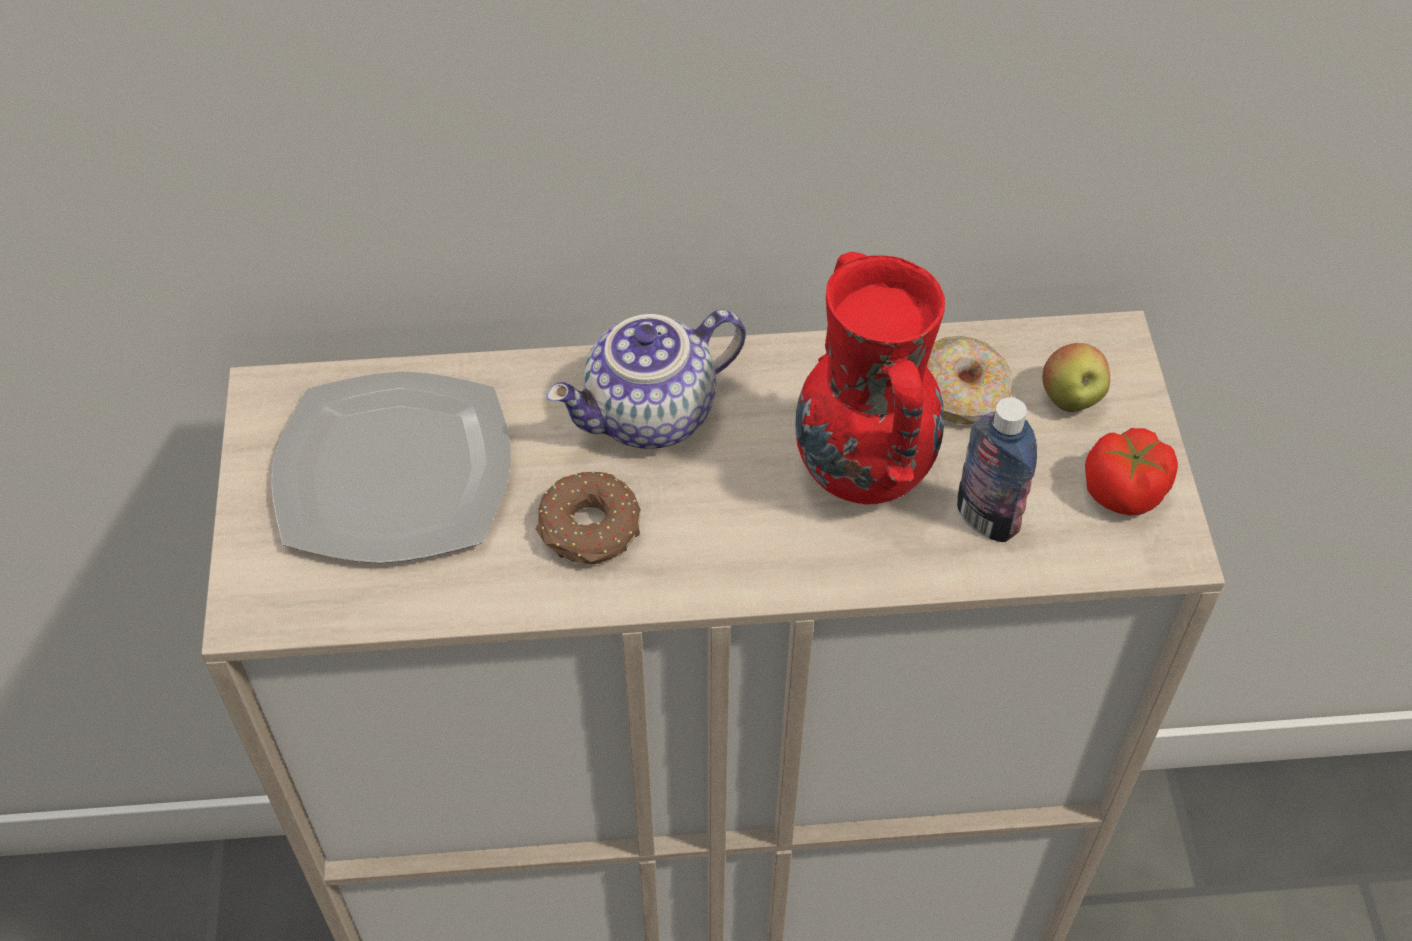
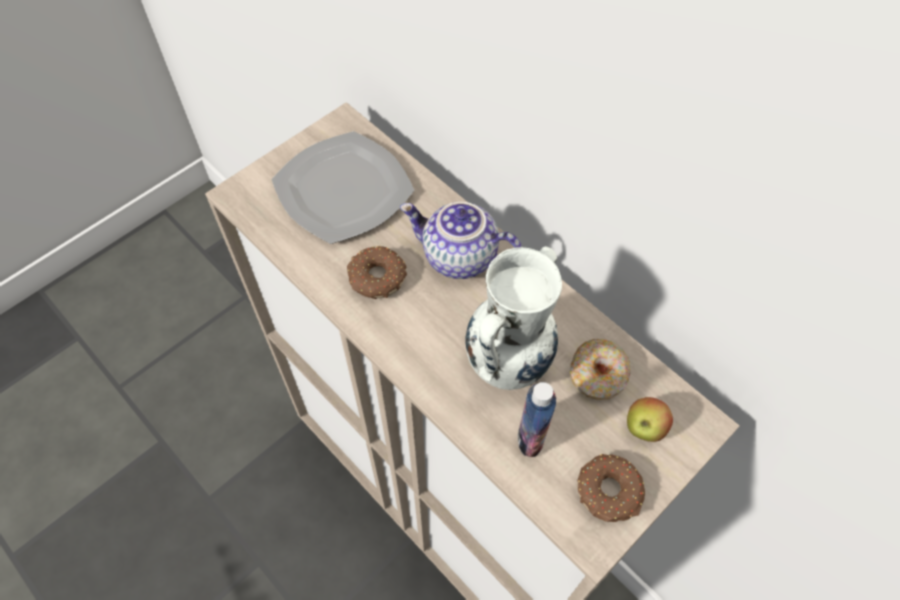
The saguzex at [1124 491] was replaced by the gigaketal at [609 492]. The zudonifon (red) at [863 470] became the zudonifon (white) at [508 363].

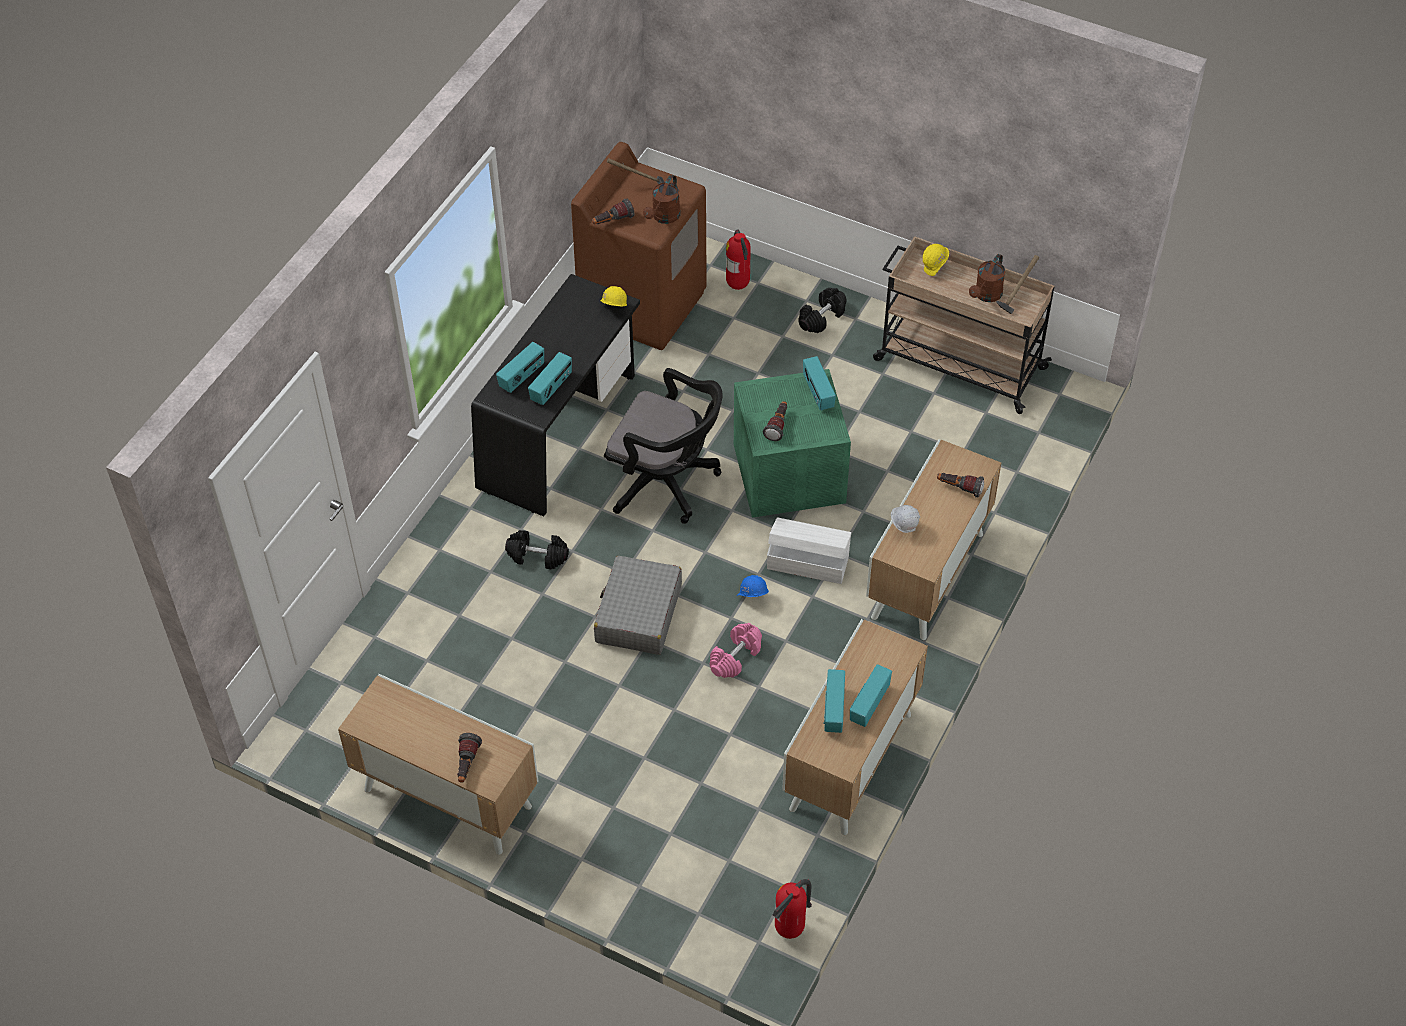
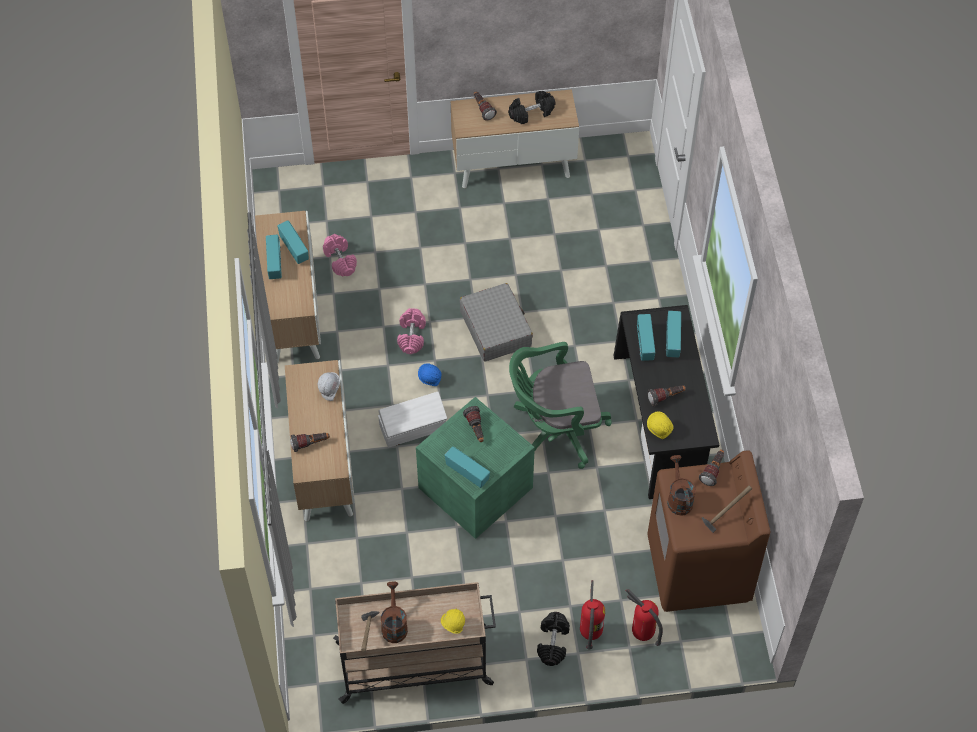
The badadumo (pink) at [340 261] appeared. The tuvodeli at [666 397] appeared. The badadumo (black) moved from [537 556] to [531 113]. The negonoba moved from [790 930] to [590 632]. The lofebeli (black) at [666 483] became the lofebeli (green) at [554 429].

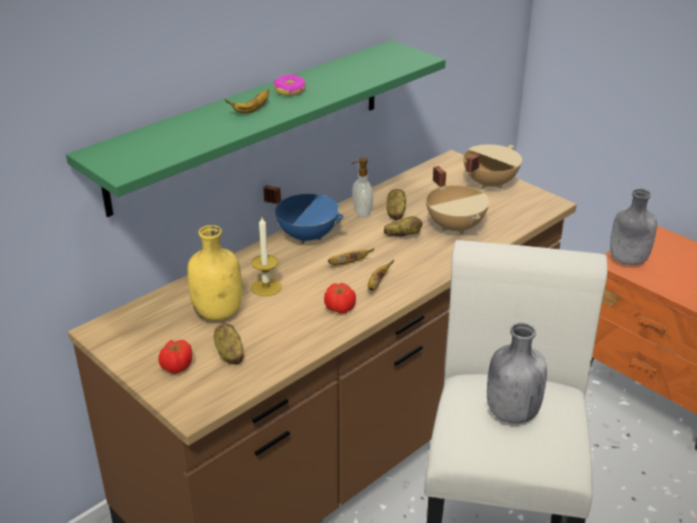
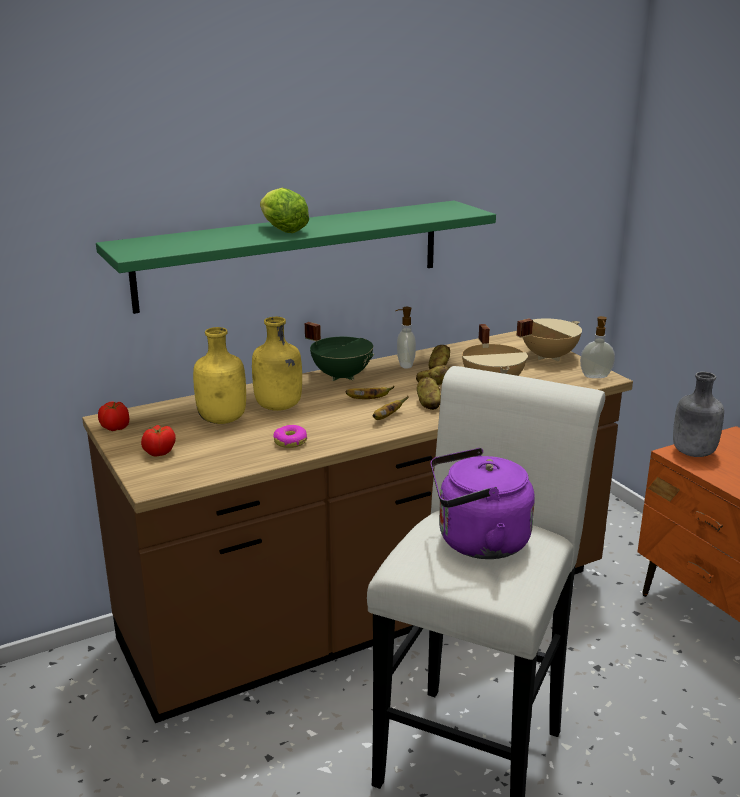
The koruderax at [596 377] appeared. The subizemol moved from [229 354] to [428 404]. The gigaketal moved from [289 90] to [290 442]. The saguzex moved from [340 309] to [115 428]. The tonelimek at [251 110] was replaced by the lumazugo at [281 230]. The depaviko at [266 287] was replaced by the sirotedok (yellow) at [279 407]. The sirotedok (grey) at [510 412] was replaced by the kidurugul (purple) at [477 542]. The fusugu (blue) at [307 235] became the fusugu (green) at [342 376].

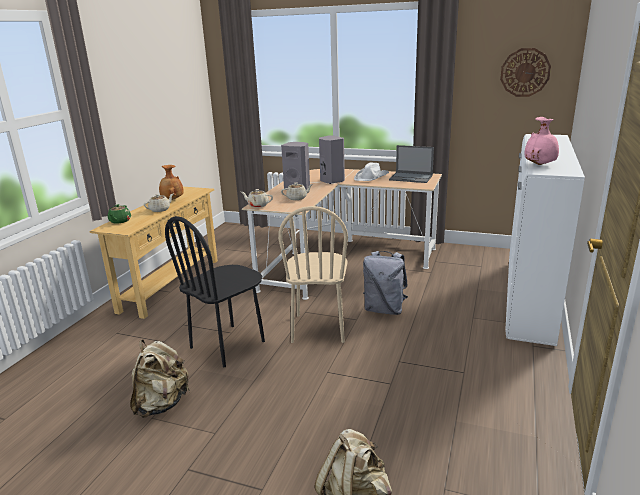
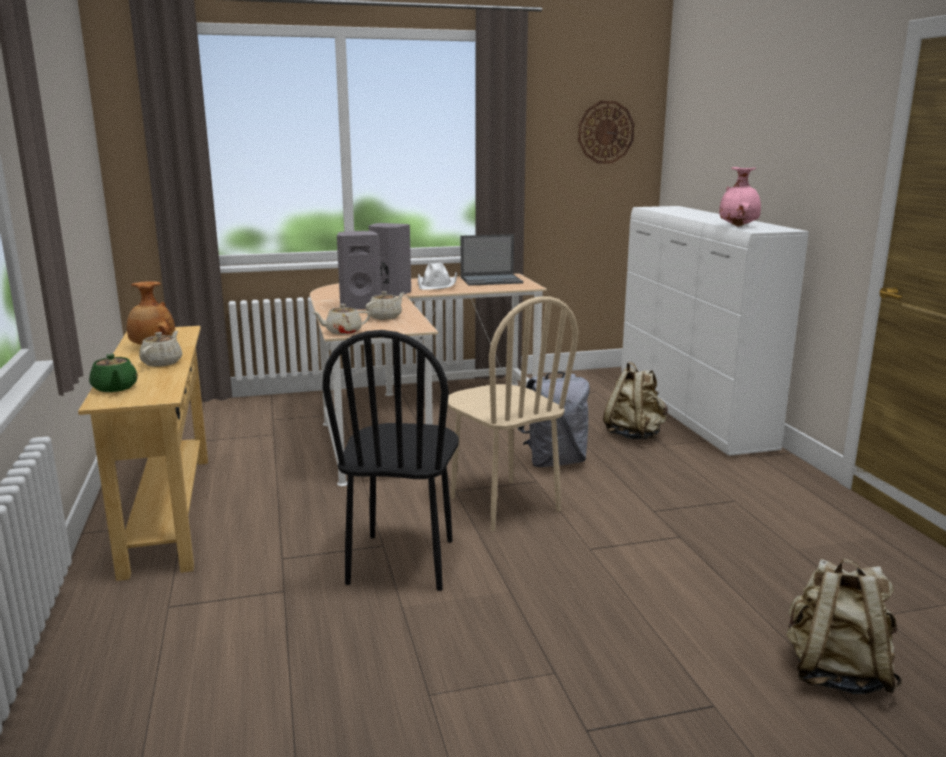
The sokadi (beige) moved from [162 404] to [634 435].

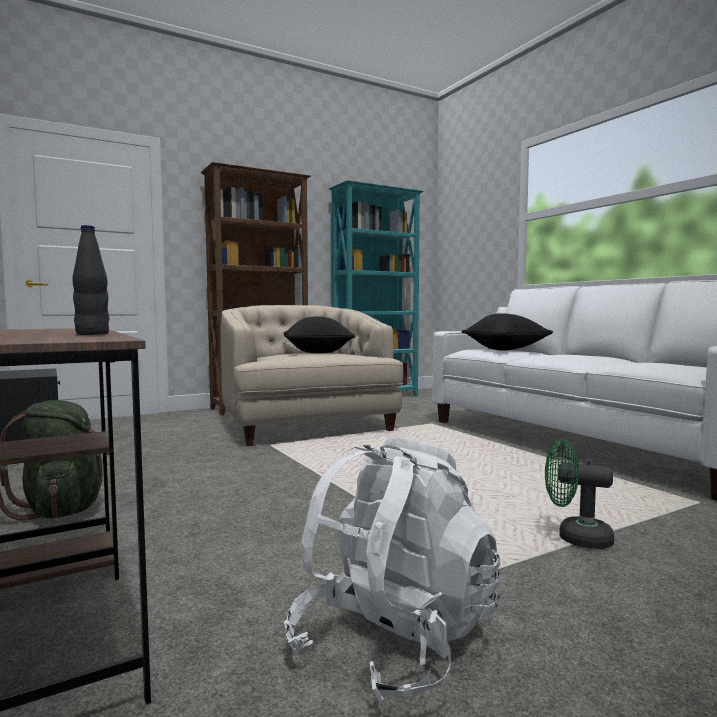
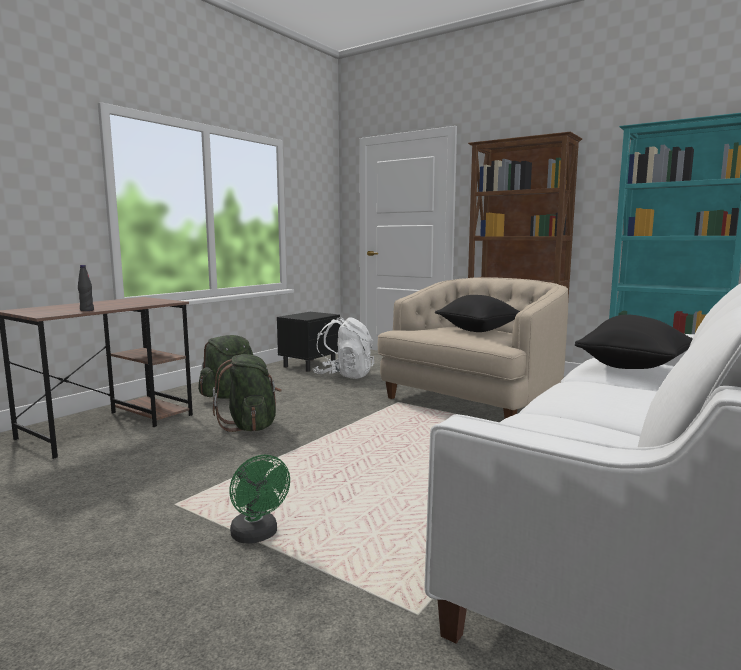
The sokadi (green) at [250 426] appeared. The sokadi (white) moved from [394 642] to [344 375]. The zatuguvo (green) at [575 538] turned 150 degrees clockwise.

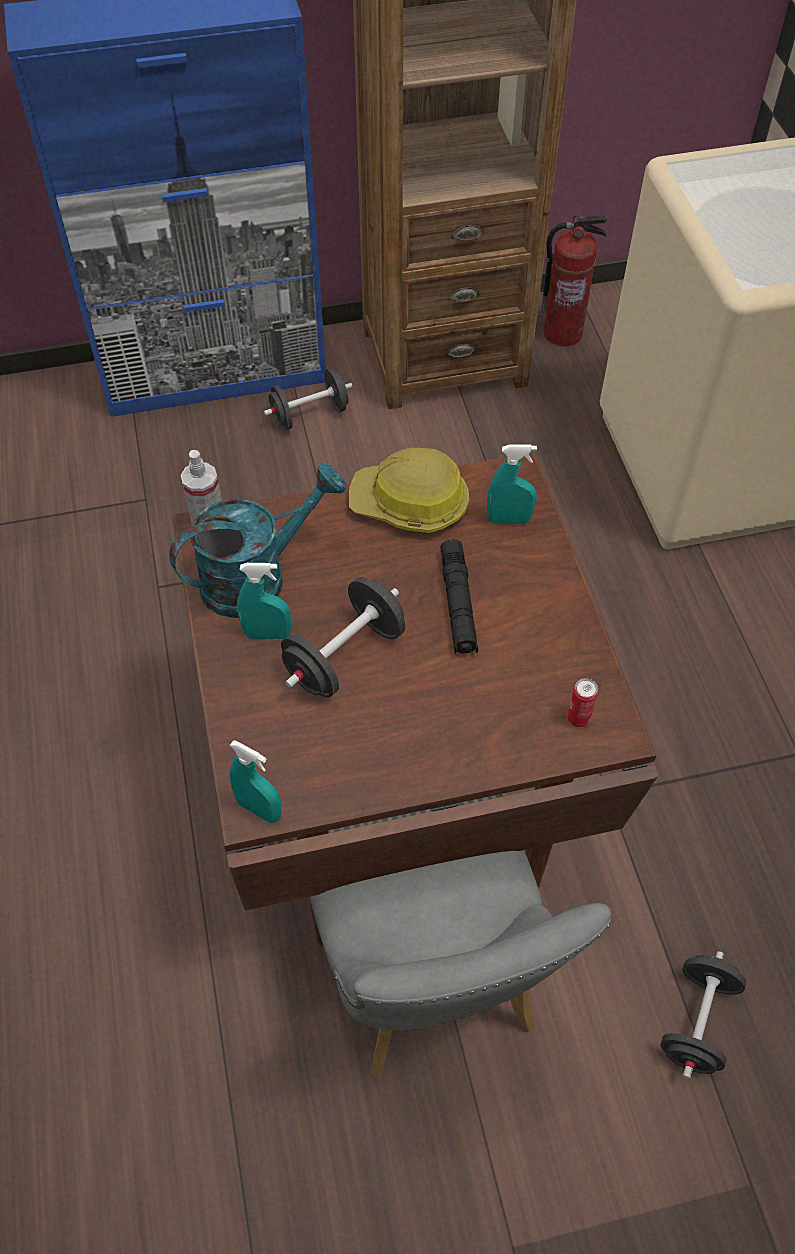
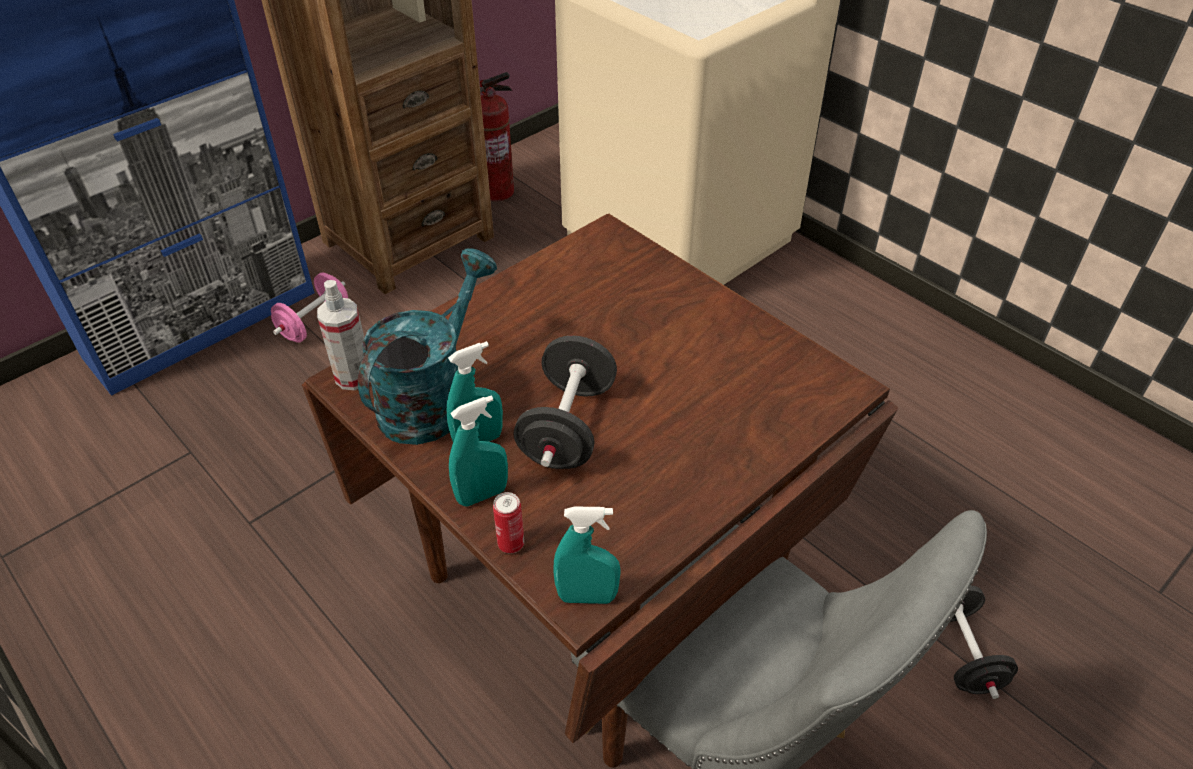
The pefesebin at [410 504] disappeared. The tuvodeli (black) at [458 604] disappeared. The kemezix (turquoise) moved from [509 520] to [482 495]. The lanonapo moved from [578 718] to [511 544]. The badadumo (black) at [309 415] became the badadumo (pink) at [314 323].

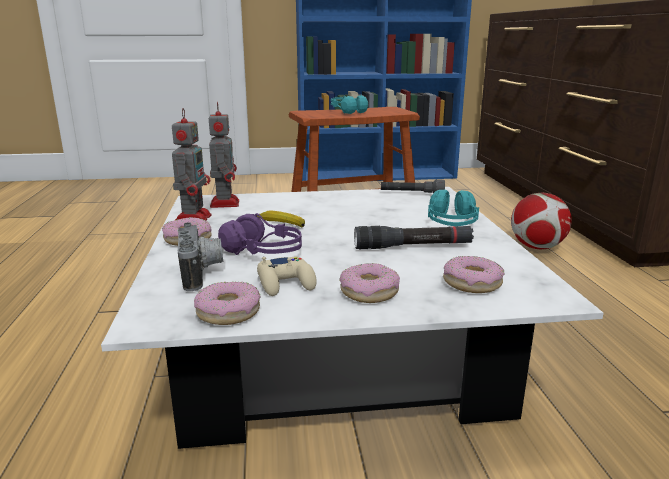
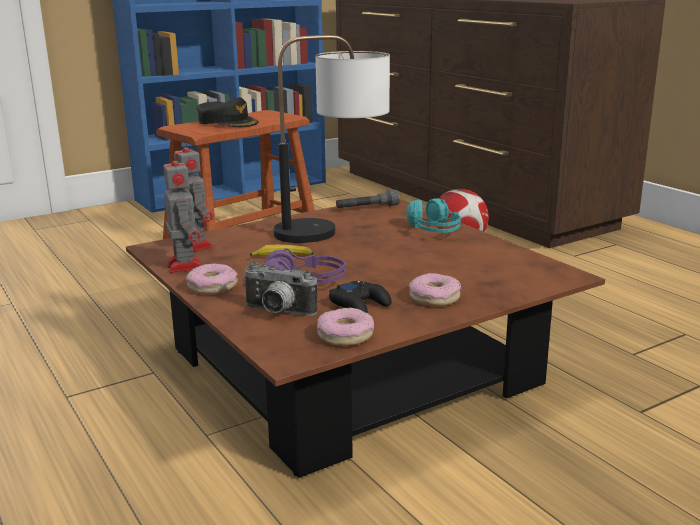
The tuvodeli (black) at [413 246] disappeared. The gigaketal at [472 283] disappeared. The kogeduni at [334 230] appeared. The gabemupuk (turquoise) at [347 111] was replaced by the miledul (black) at [227 122]. The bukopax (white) at [332 343] became the bukopax (brown) at [348 366]. The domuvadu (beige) at [286 283] became the domuvadu (black) at [360 305]. The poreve at [203 274] turned 150 degrees clockwise.

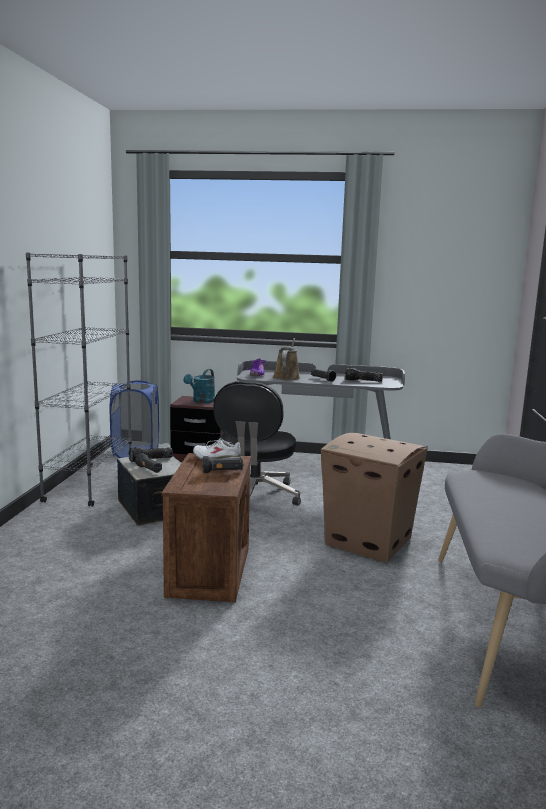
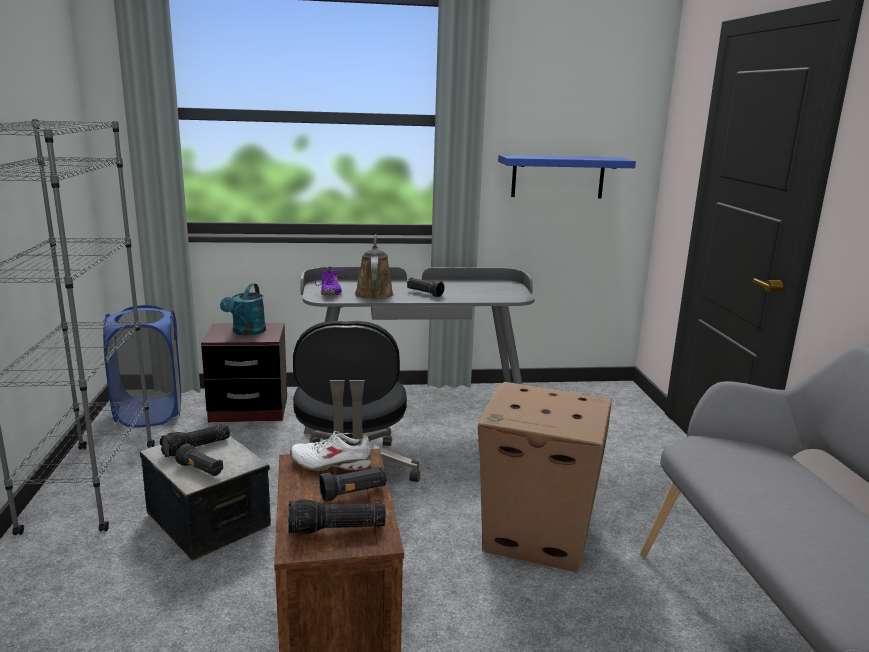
The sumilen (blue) at [558 177] appeared. The tuvodeli moved from [362 381] to [336 529].

